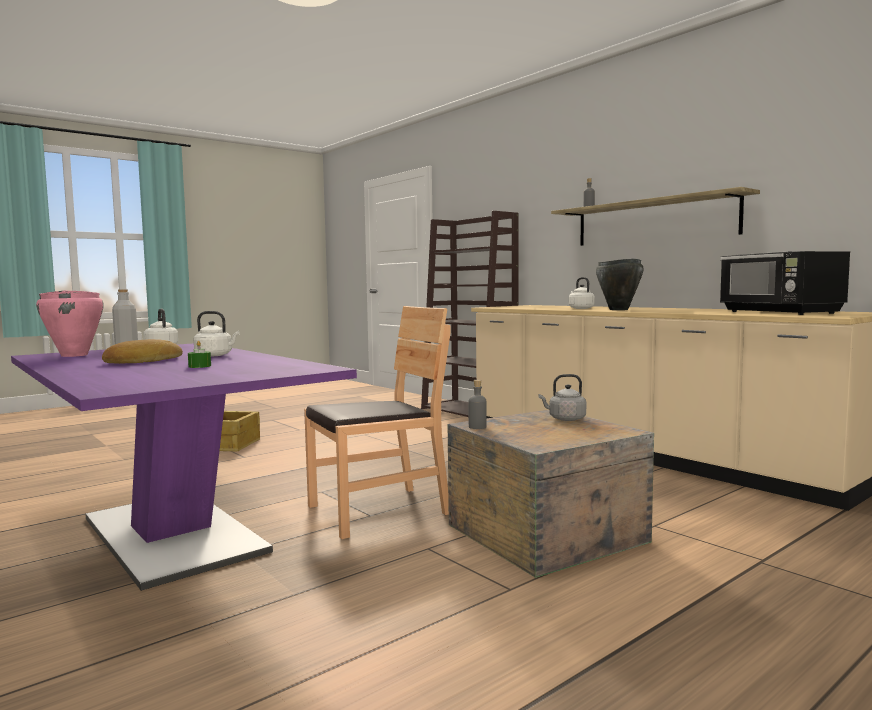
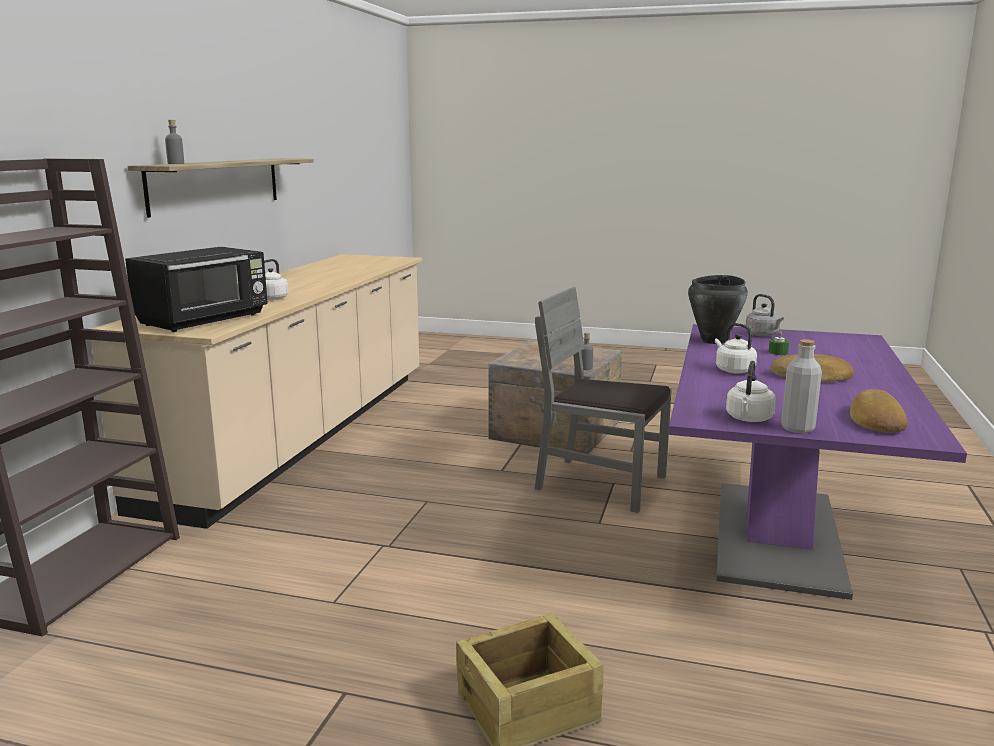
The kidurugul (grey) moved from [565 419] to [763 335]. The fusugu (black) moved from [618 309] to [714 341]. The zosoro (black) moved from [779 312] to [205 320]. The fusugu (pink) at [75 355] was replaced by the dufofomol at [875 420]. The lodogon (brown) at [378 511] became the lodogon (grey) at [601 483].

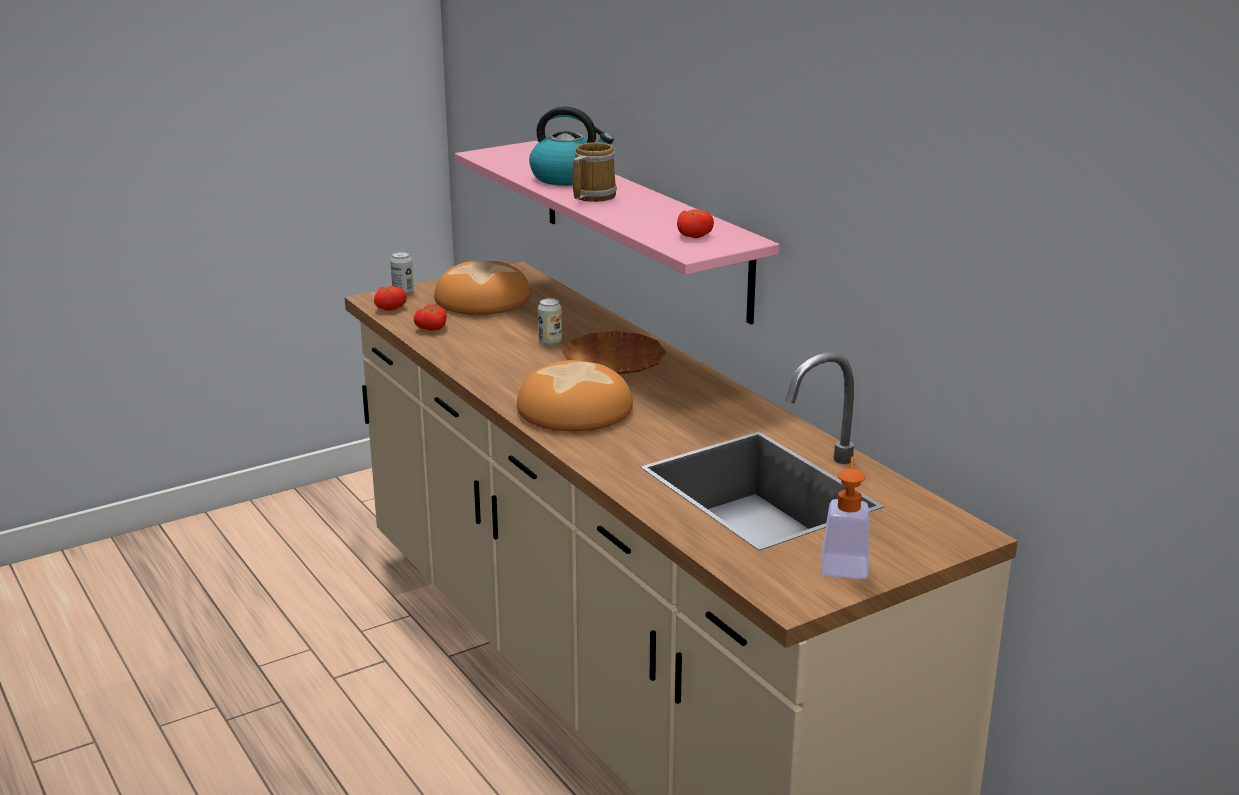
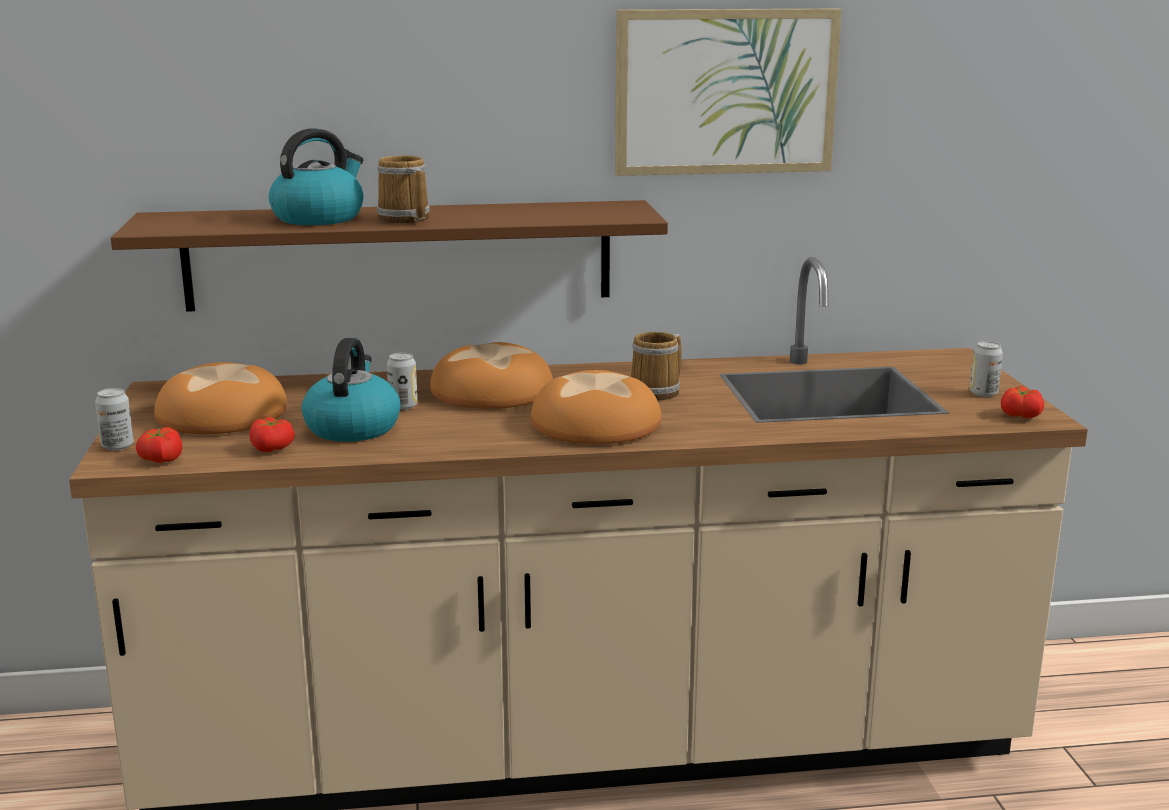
The kidurugul at [352 427] appeared. The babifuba at [725 91] appeared. The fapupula at [658 391] appeared. The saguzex moved from [693 235] to [1019 416]. The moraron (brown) at [614 361] was replaced by the dufofomol at [493 391]. The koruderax at [844 562] was replaced by the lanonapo at [983 393]. The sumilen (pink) at [643 227] became the sumilen (brown) at [399 255].

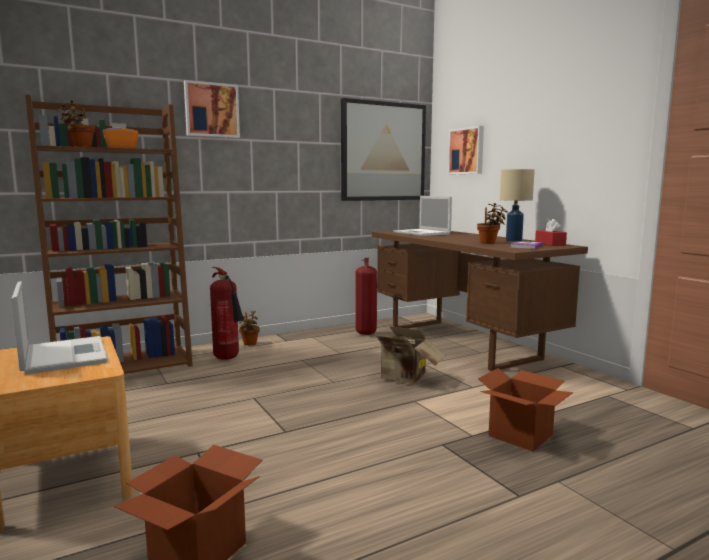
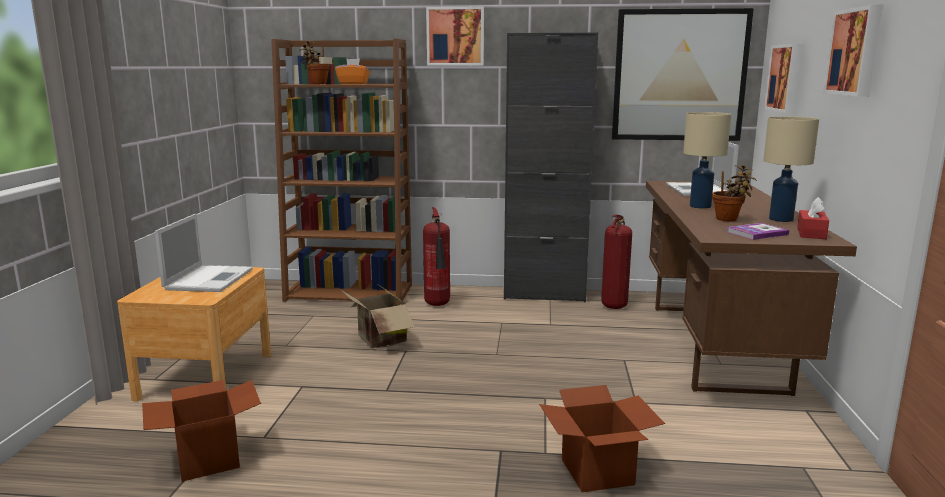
The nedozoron at [249 344] disappeared. The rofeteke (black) at [544 294] appeared. The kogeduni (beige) at [699 206] appeared. The babifuba at [856 52] appeared. The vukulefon moved from [403 378] to [379 341].

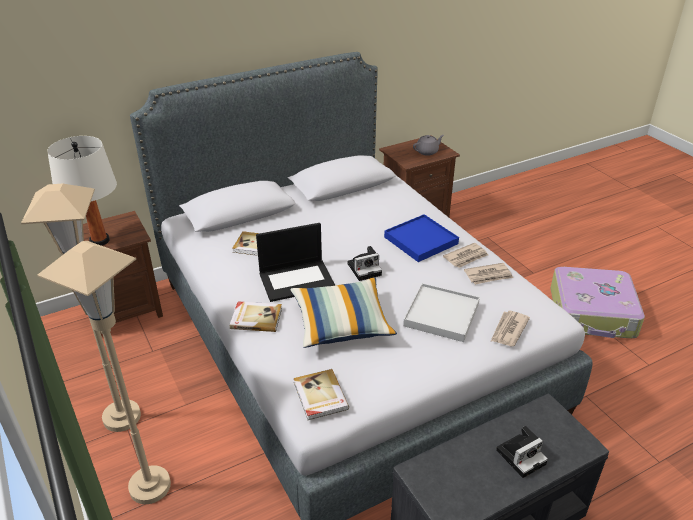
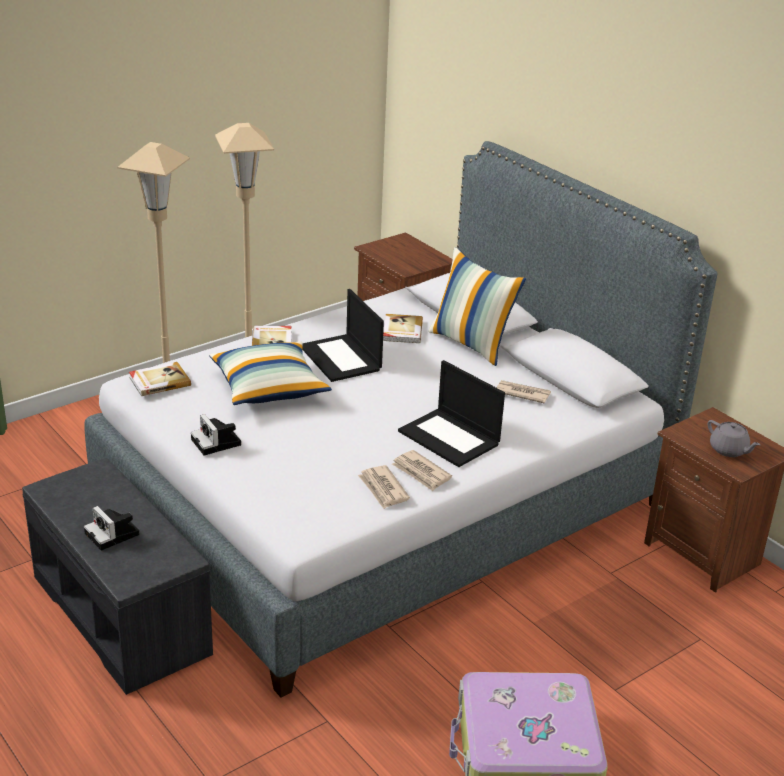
The kogeduni (white) at [99 241] disappeared. The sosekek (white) at [441 315] disappeared. The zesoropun at [472 344] appeared. The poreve moved from [365 269] to [217 443]. The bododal moved from [508 330] to [522 393]. The sosekek (blue) at [421 240] was replaced by the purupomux at [450 438].

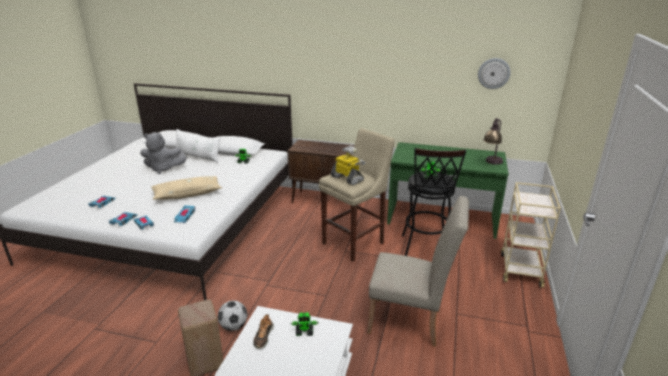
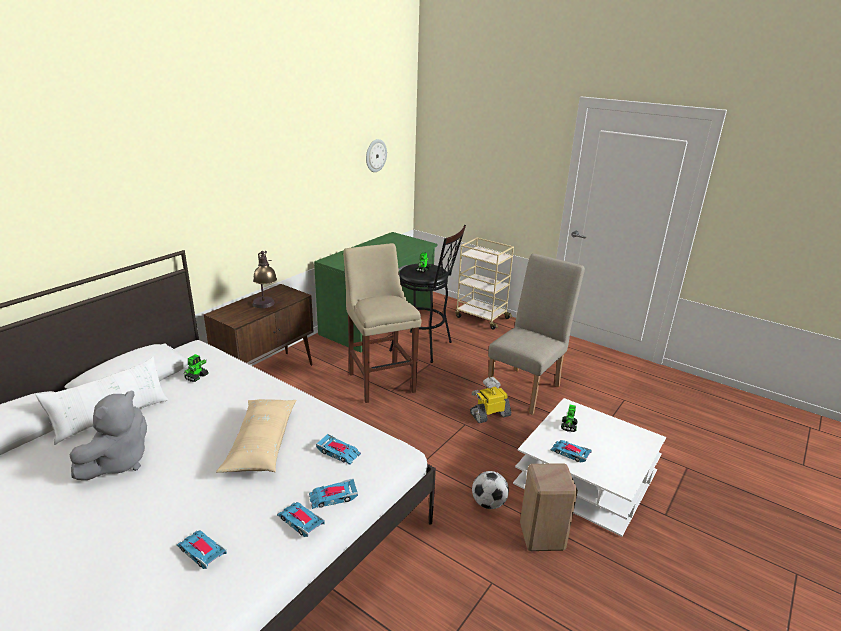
The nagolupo moved from [347 178] to [490 414]. The kogeduni moved from [491 163] to [266 307]. The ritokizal at [263 337] was replaced by the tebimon at [570 453].

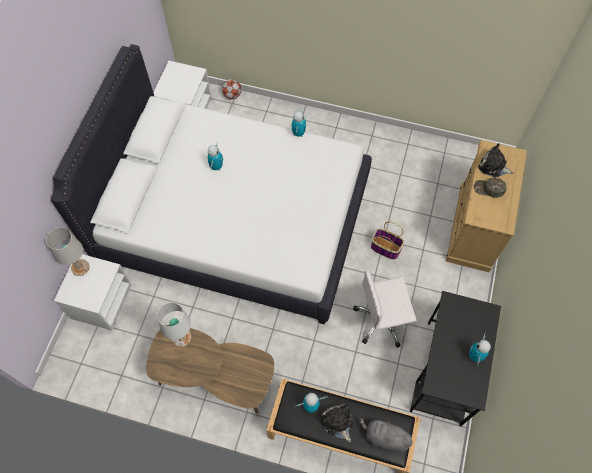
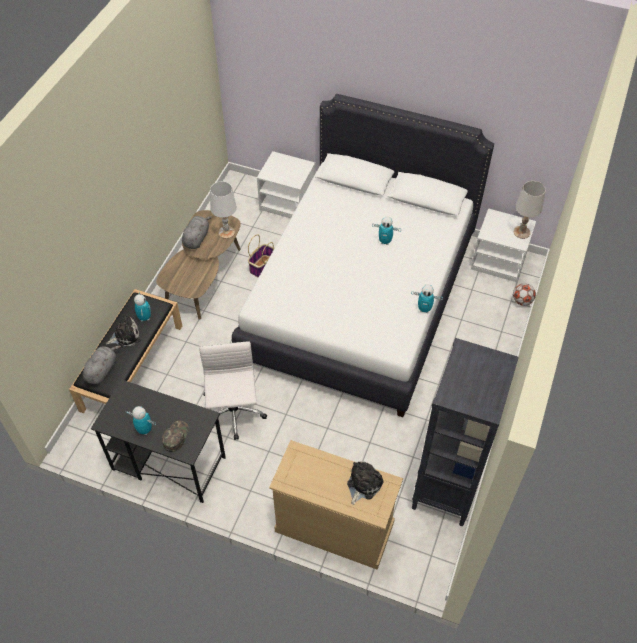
The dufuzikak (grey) at [196 238] appeared. The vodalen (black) at [445 489] appeared. The kogeduni (white) moved from [80 267] to [522 232]. The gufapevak moved from [385 248] to [262 266]. The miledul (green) moved from [489 189] to [175 436].

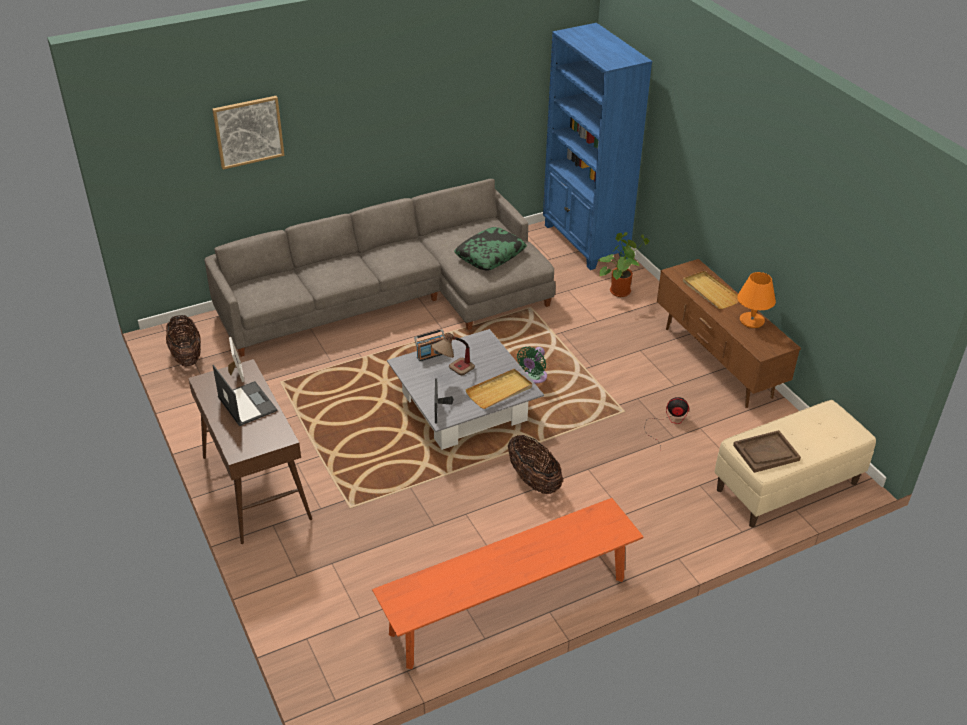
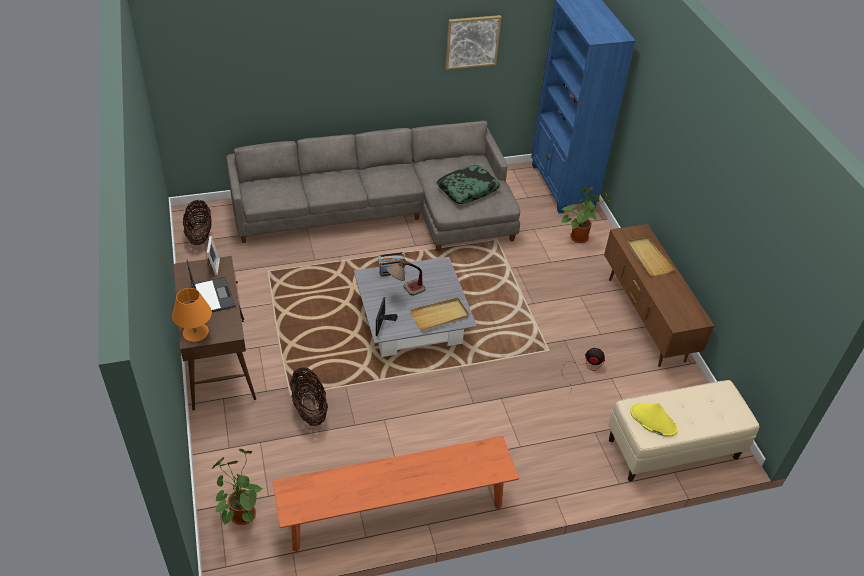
The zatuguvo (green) at [534 378] disappeared. The nedozoron at [241 513] appeared. The babifuba moved from [248 131] to [472 41]. The gufapevak moved from [533 480] to [309 409]. The kogeduni (orange) moved from [751 321] to [195 333]. The sosekek (brown) at [766 453] was replaced by the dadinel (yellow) at [653 420].

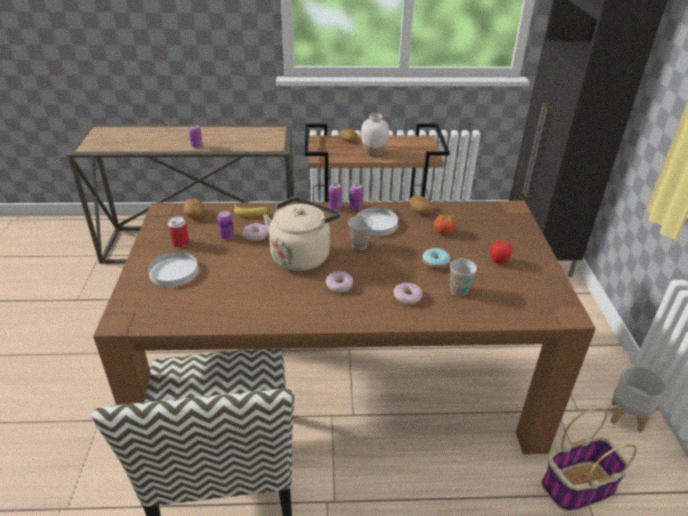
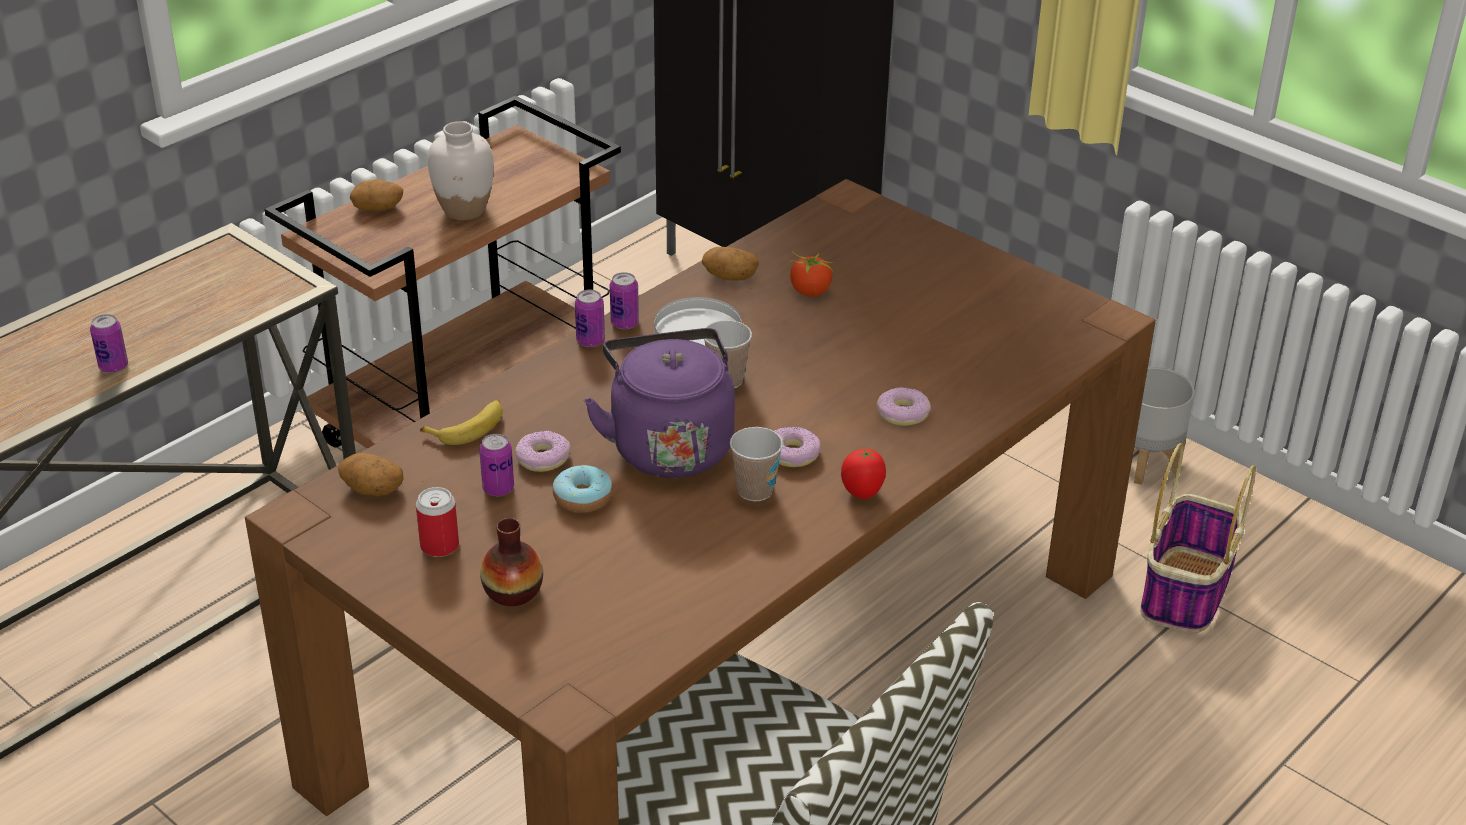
The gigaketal moved from [435 263] to [582 498]. The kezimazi moved from [459 290] to [755 490]. The saguzex moved from [498 261] to [862 493]. The moraron (white) at [173 271] was replaced by the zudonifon at [513 592]. The kidurugul (beige) at [302 255] became the kidurugul (purple) at [669 445].

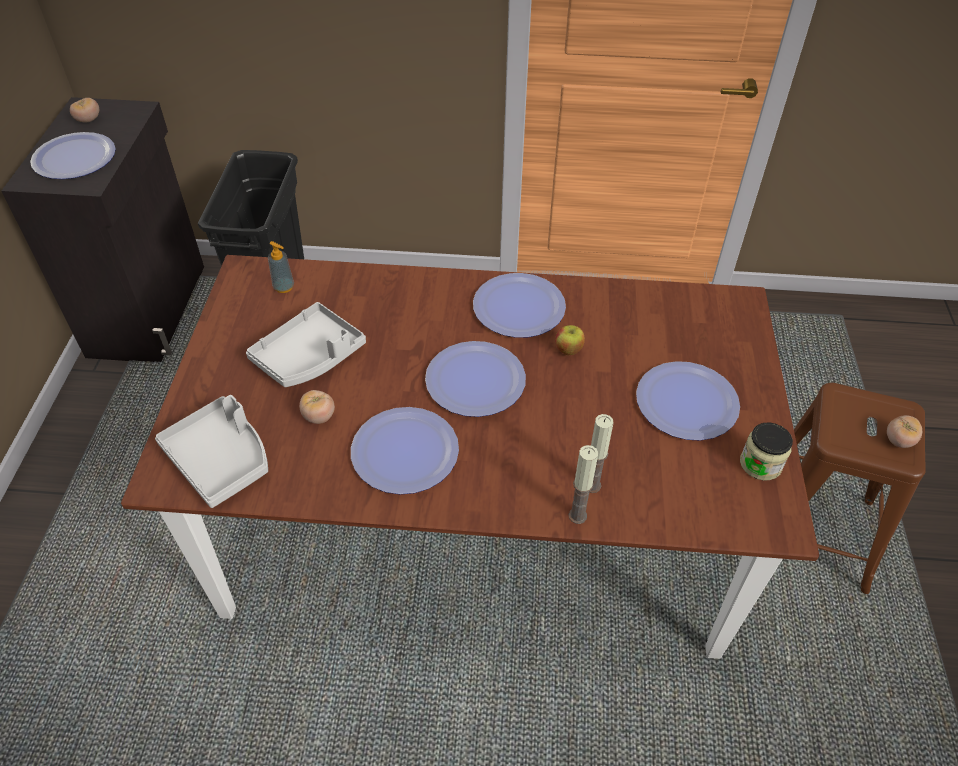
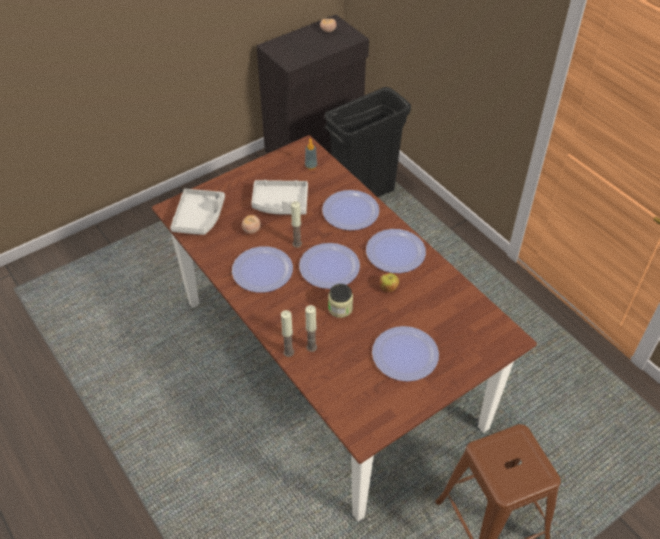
The saguzex at [898 440] disappeared. The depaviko at [297 244] appeared. The moraron moved from [74 158] to [350 211]. The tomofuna moved from [760 464] to [340 308].

